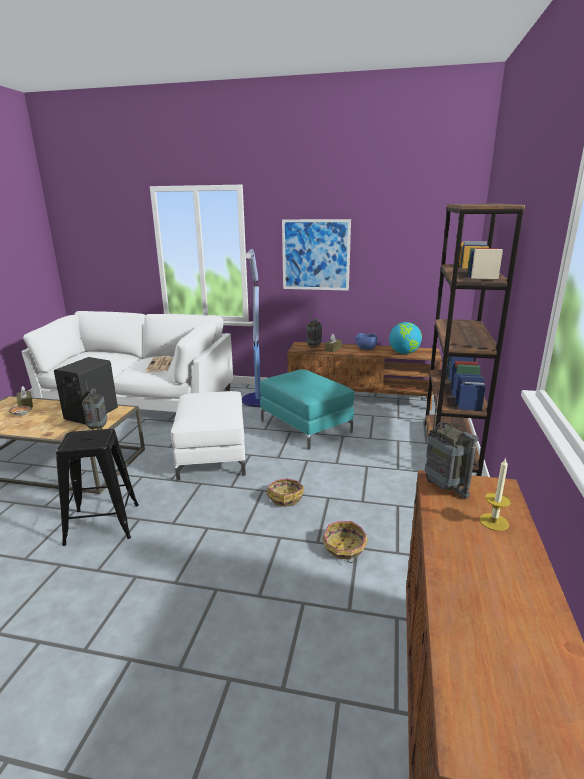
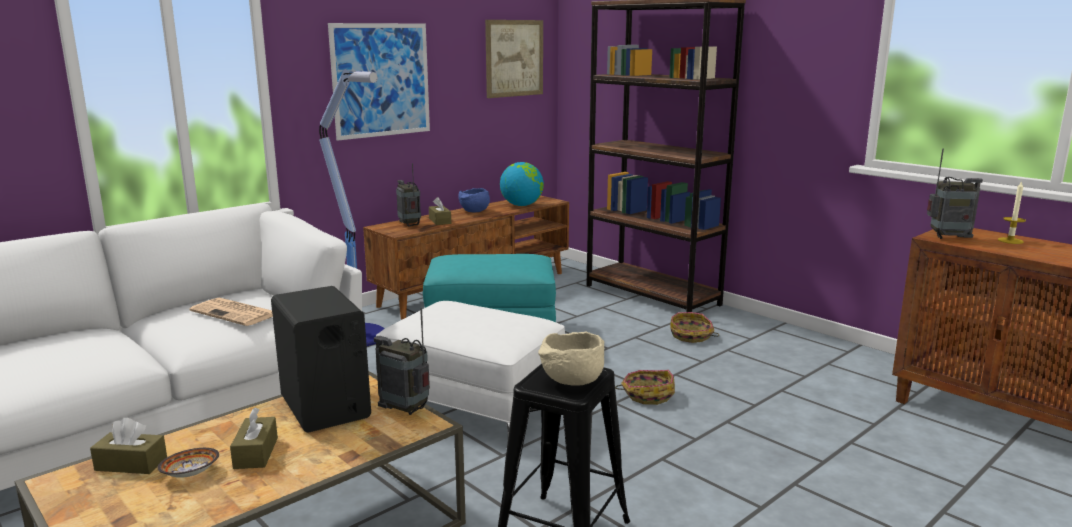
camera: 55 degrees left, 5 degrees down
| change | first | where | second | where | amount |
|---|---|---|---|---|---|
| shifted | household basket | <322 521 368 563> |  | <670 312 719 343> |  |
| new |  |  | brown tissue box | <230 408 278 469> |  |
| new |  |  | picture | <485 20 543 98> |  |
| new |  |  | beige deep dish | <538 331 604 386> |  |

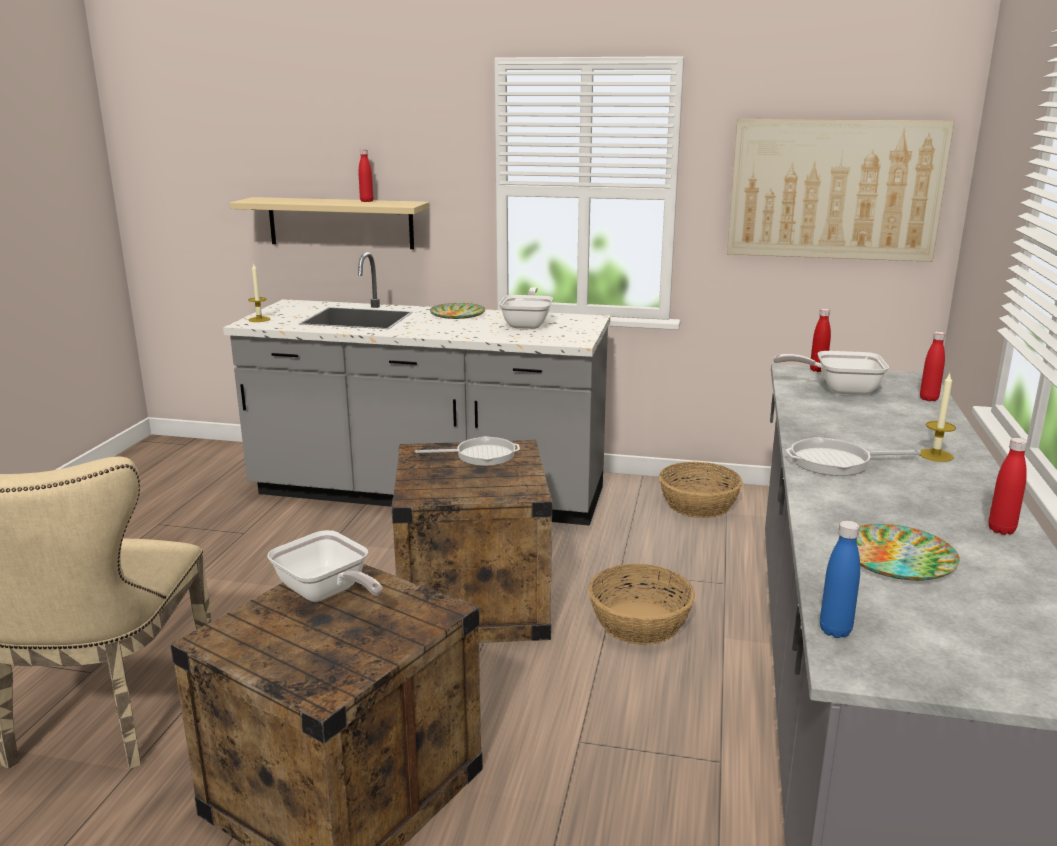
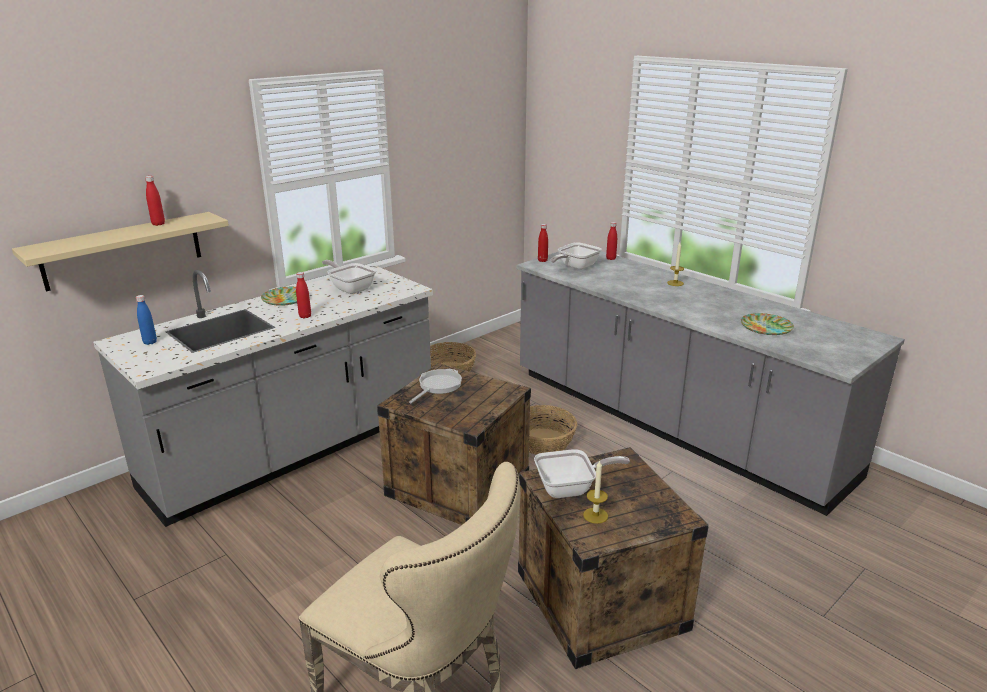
camera: 55 degrees left, 5 degrees up
| change | first | where | second | where | amount |
|---|---|---|---|---|---|
| shifted | wax candle | <248 264 270 322> |  | <583 460 608 524> |  |
| gone | picture | <727 119 954 262> |  |  |  |
| gone | skillet | <785 437 921 476> |  |  |  |
| shifted | blue-coloured beverage bottle | <820 521 860 638> |  | <136 295 157 345> |  |
| shifted | red-coloured beverage bottle | <988 438 1028 535> |  | <296 272 311 318> |  |

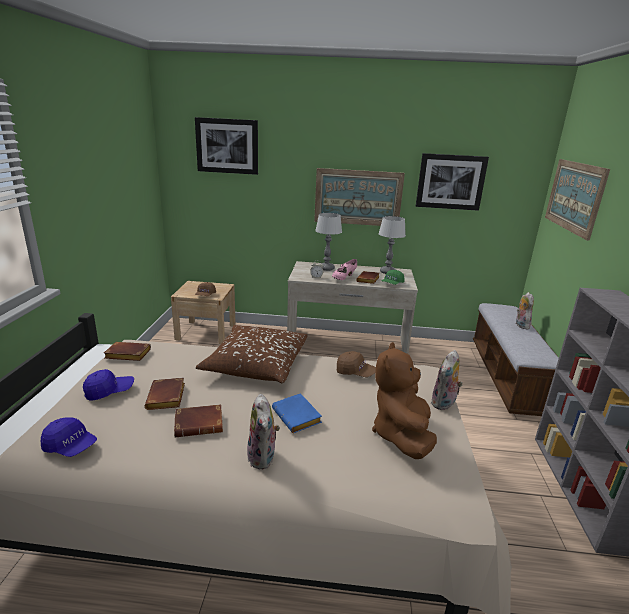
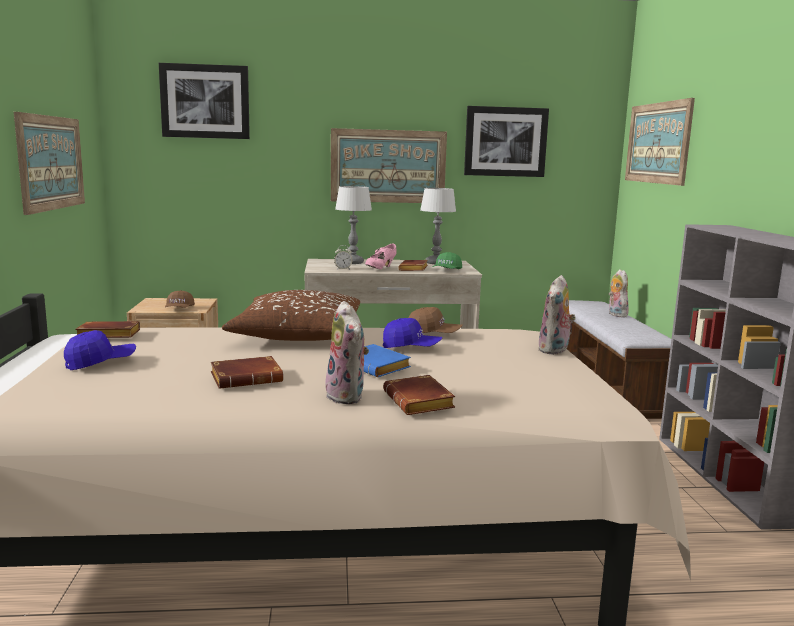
camera: 10 degrees left, 10 degrees down
| change | first | where | second | where | amount |
|---|---|---|---|---|---|
| shifted | blue-coloured baseball cap | <41 417 97 457> |  | <383 318 443 348> |  |
| shifted | brown volume | <145 377 185 410> |  | <383 375 455 415> |  |
| gone | brown cuddly toy | <372 342 437 459> |  |  |  |
| new |  |  | picture | <14 112 85 215> |  |

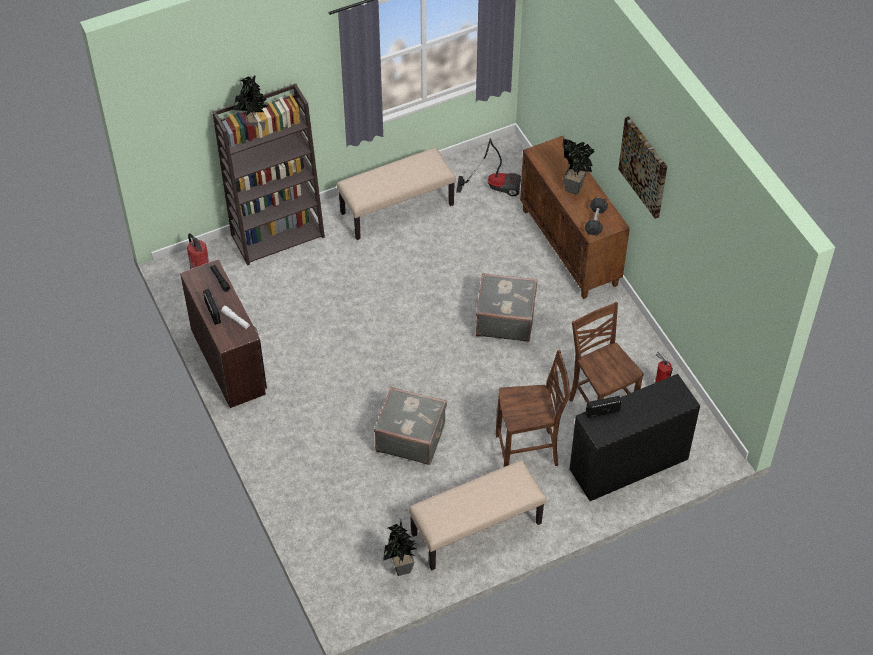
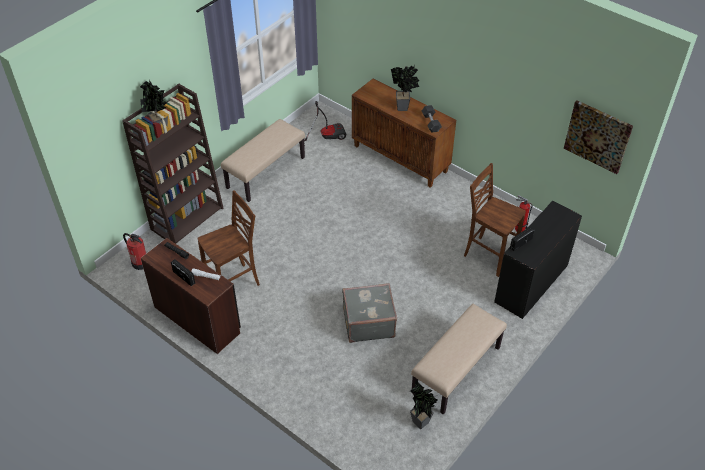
camera: 25 degrees left, 5 degrees down
| change | first | where | second | where | amount |
|---|---|---|---|---|---|
| gone | greyish suitcase | <476 273 537 342> |  |  |  |
| shifted | brown plain chair | <496 350 571 467> |  | <197 190 260 286> |  |
| shifted | picture | <618 116 667 219> |  | <564 100 633 174> |  |

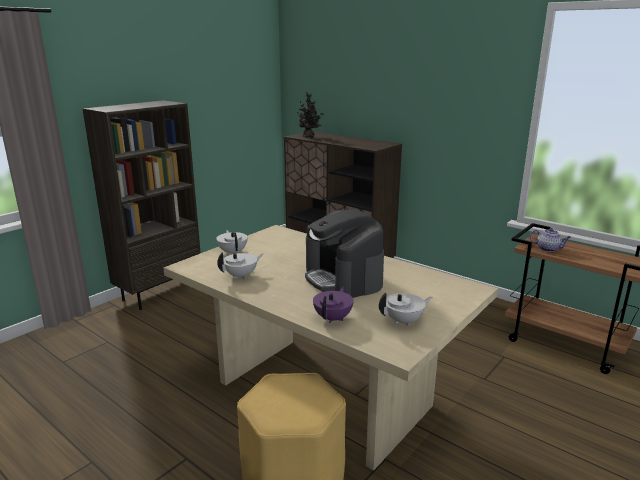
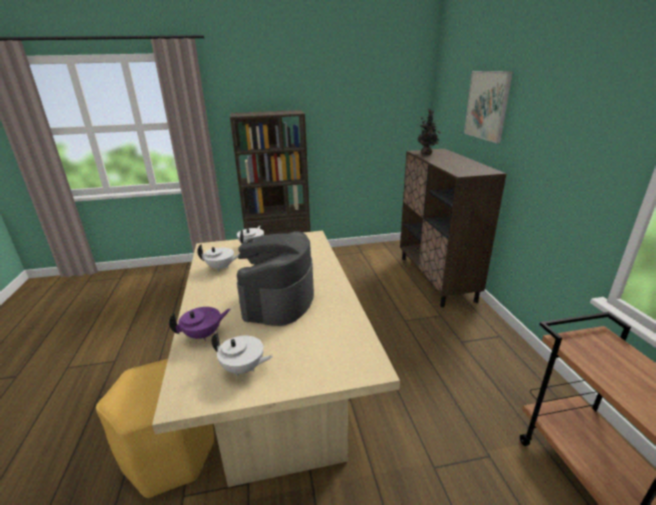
camera: 40 degrees right, 5 degrees up
| change | first | where | second | where | amount |
|---|---|---|---|---|---|
| gone | pot for tea | <530 228 571 252> |  |  |  |
| new |  |  | picture | <464 71 513 143> |  |

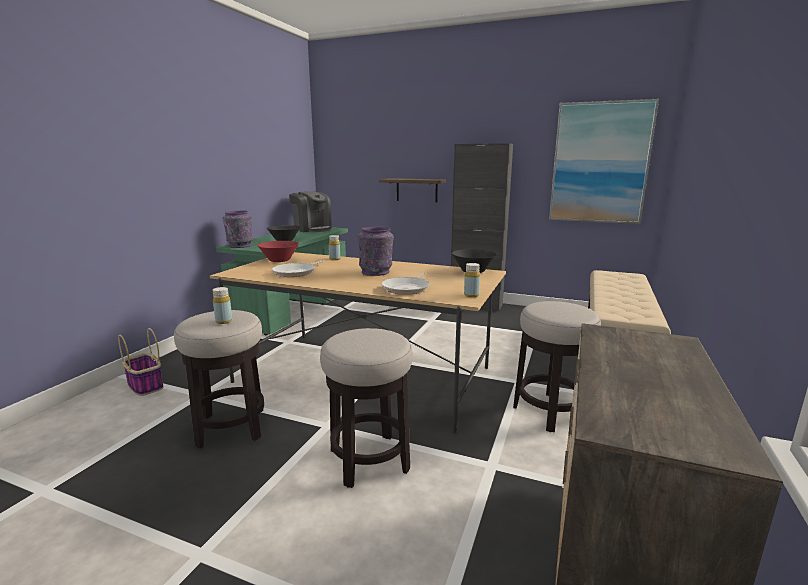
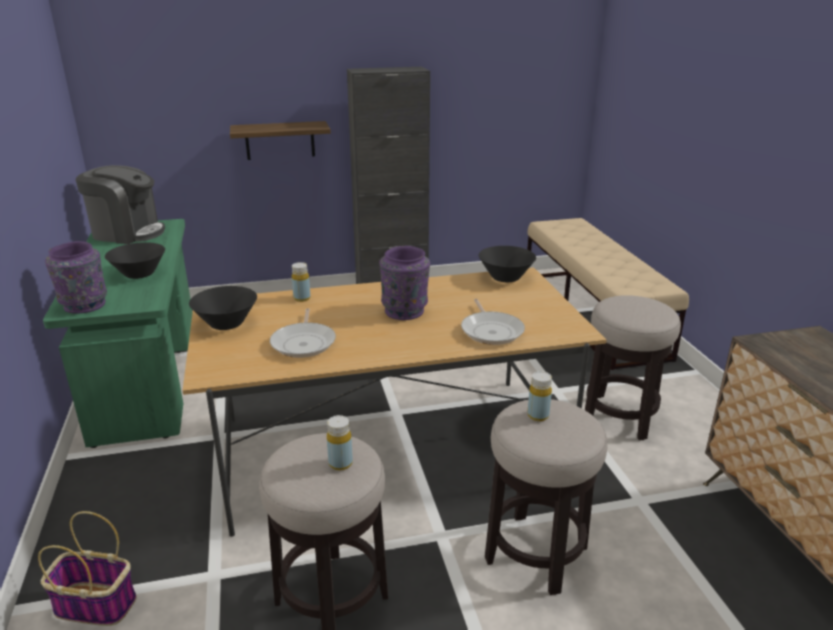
camera: 35 degrees left, 10 degrees up
| change | first | where | second | where | amount |
|---|---|---|---|---|---|
| repainted | red-coloured deep dish | <257 241 299 262> | blackish deep dish | <189 286 257 330> |  |
| shifted | yellow-coloured beverage bottle | <464 263 480 297> |  | <527 371 552 421> |  |
| gone | picture | <549 99 659 224> |  |  |  |

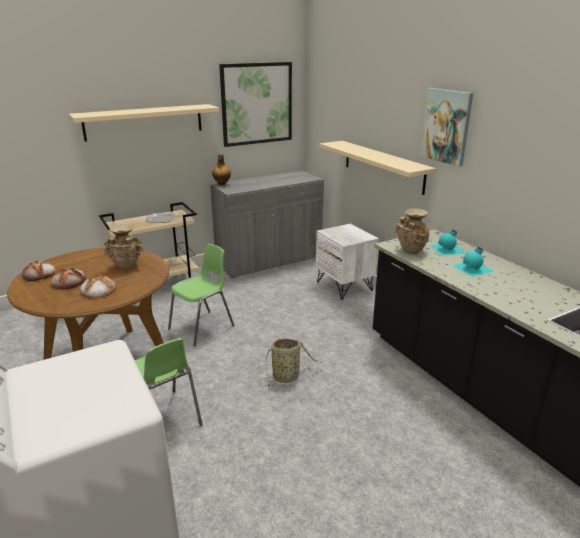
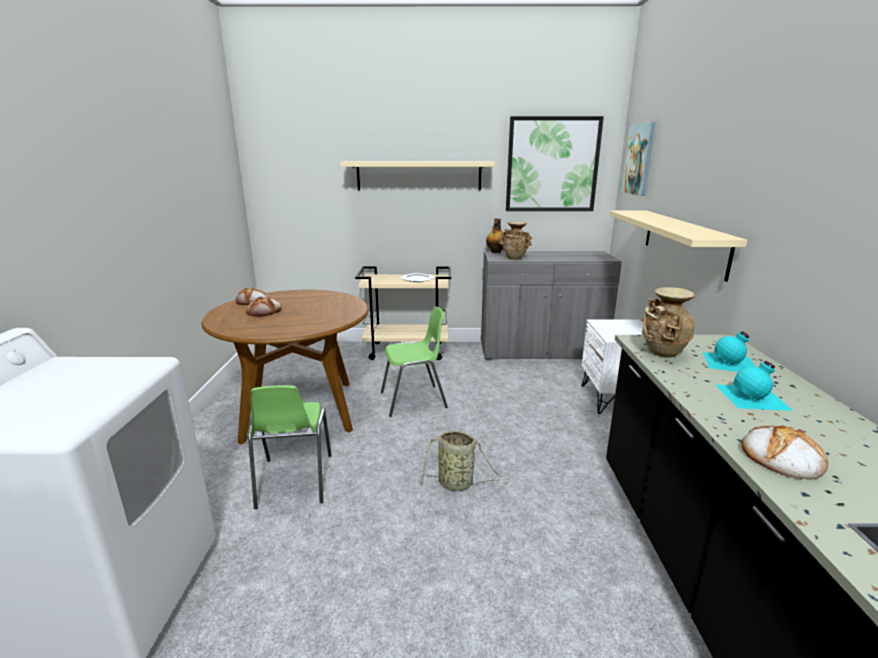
camera: 30 degrees right, 5 degrees down
| change | first | where | second | where | amount |
|---|---|---|---|---|---|
| shifted | bread | <80 276 116 298> |  | <741 425 828 480> |  |
| shifted | beige decorative vase | <103 224 144 269> |  | <499 221 532 260> |  |
| shifted | picture | <420 88 473 167> |  | <621 122 656 196> |  |

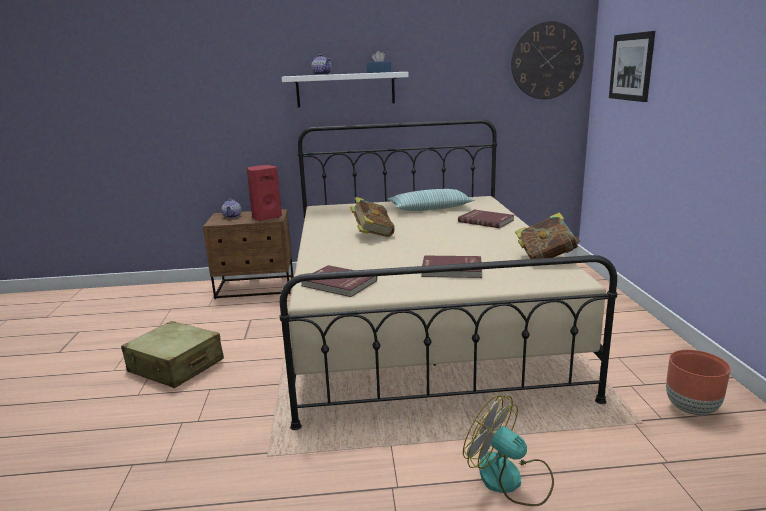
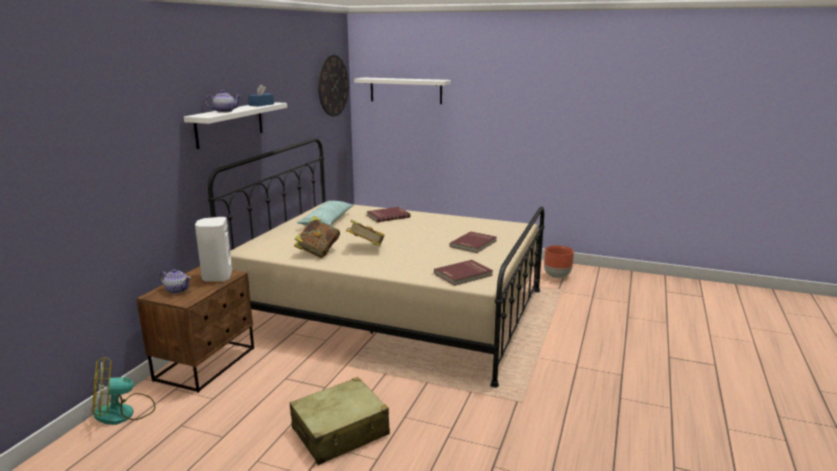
camera: 65 degrees left, 0 degrees up
| change | first | where | second | where | amount |
|---|---|---|---|---|---|
| repainted | red-coloured speaker | <246 165 282 221> | whitish speaker | <195 217 232 281> |  |
| shifted | cooling fan | <463 395 554 506> |  | <93 357 156 425> |  |
| shifted | volume | <515 212 580 259> |  | <294 216 340 258> |  |
| swapped | picture | <609 31 655 102> | whitish bracket shelf | <354 77 451 104> |  |

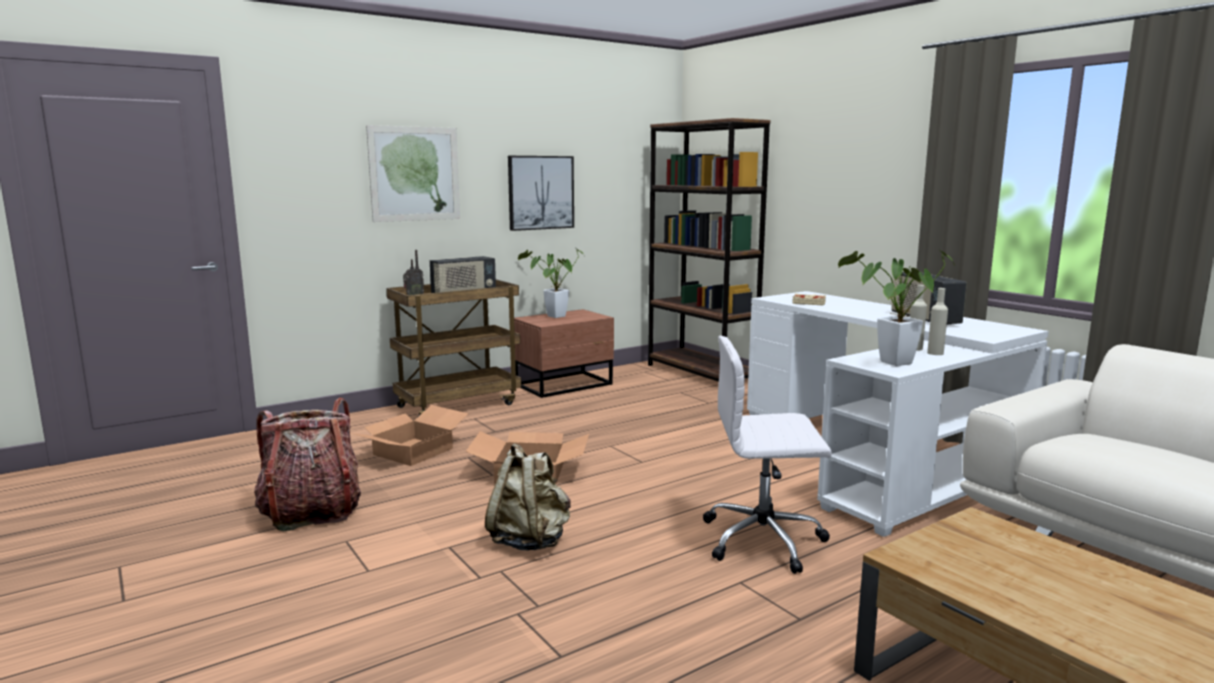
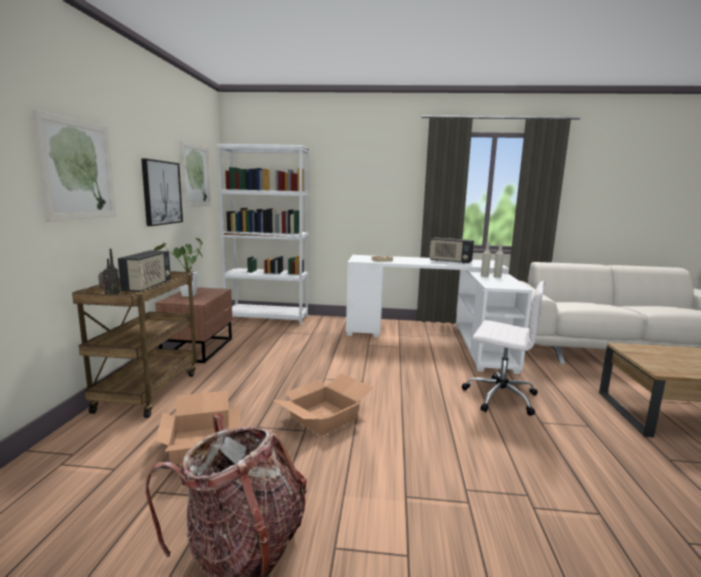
camera: 50 degrees left, 0 degrees up
| change | first | where | second | where | amount |
|---|---|---|---|---|---|
| gone | beige rucksack | <485 443 571 551> |  |  |  |
| repainted | brown bookshelf | <648 118 771 382> | whitish bookshelf | <217 144 309 325> |  |
| rotated | whitish computer chair | <703 335 832 574> |  | <462 281 546 416> | 105 degrees counterclockwise |
| gone | potted plant | <838 250 955 366> |  |  |  |
| new |  |  | picture | <179 141 211 208> |  |

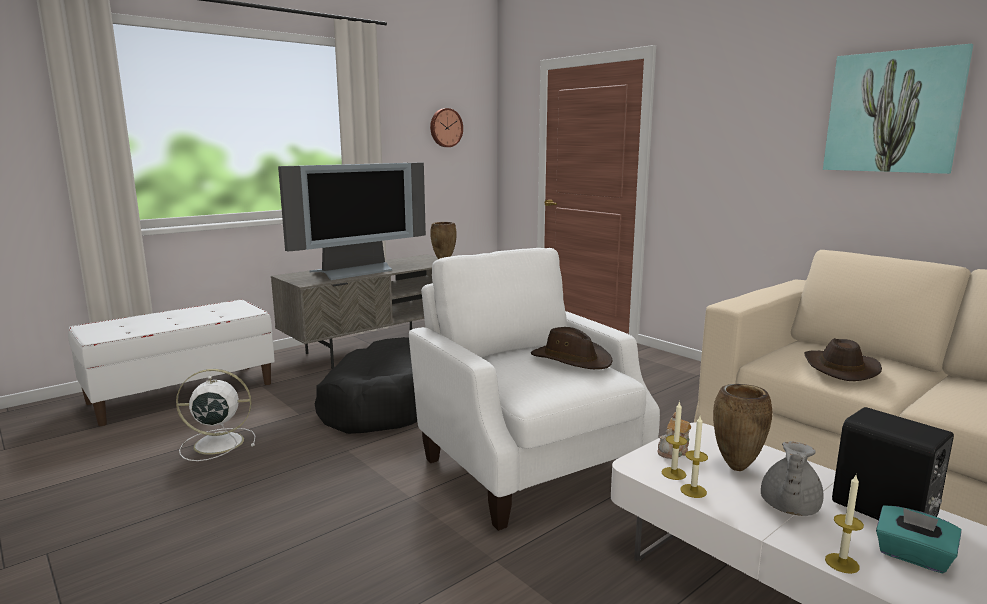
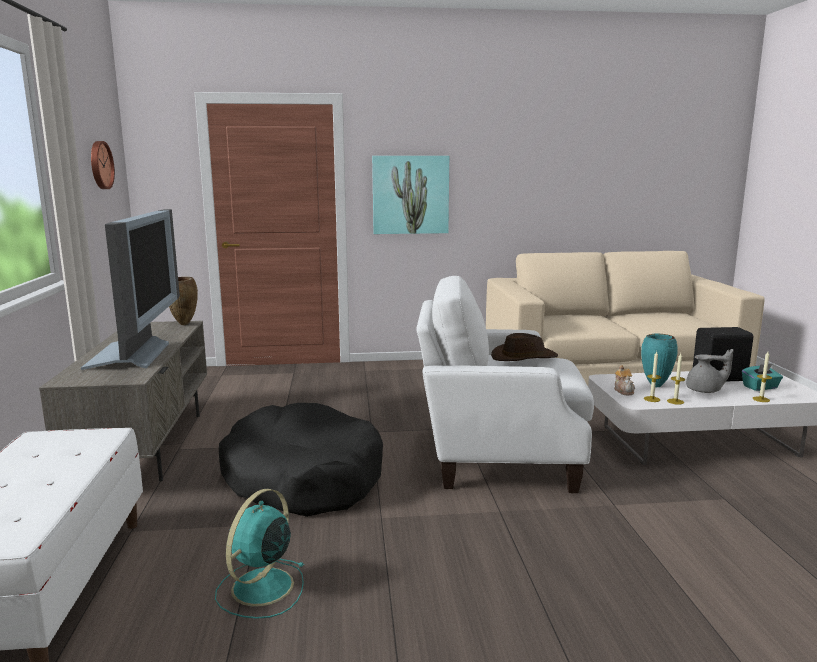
camera: 55 degrees left, 0 degrees up
| change | first | where | second | where | amount |
|---|---|---|---|---|---|
| repainted | whitish cooling fan | <176 369 255 461> | turquoise-coloured cooling fan | <215 489 305 619> |  |
| repainted | brown decorative vase | <713 384 773 471> | turquoise-coloured decorative vase | <641 333 678 387> |  |
| rotated | greyish pot for tea | <761 441 824 516> |  | <686 349 733 393> | 60 degrees counterclockwise |
| gone | brown hat | <805 338 882 381> |  |  |  |
| shifted | picture | <823 44 973 174> |  | <372 156 449 234> |  |

